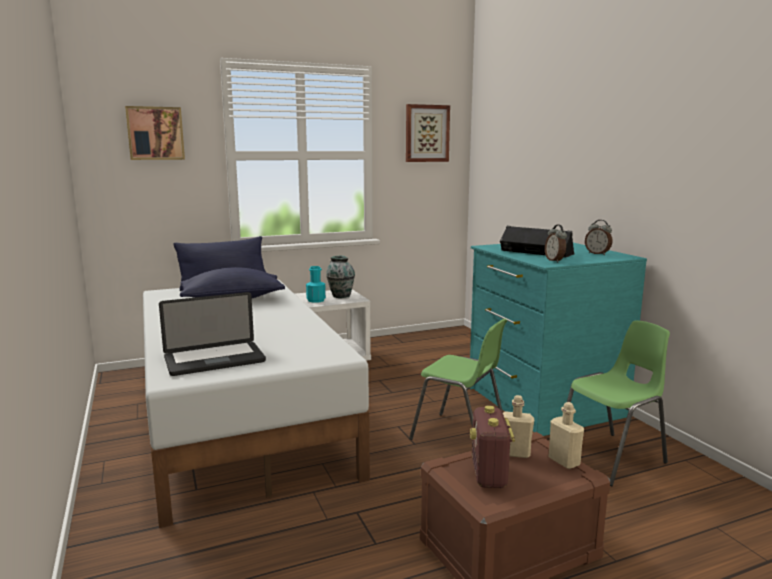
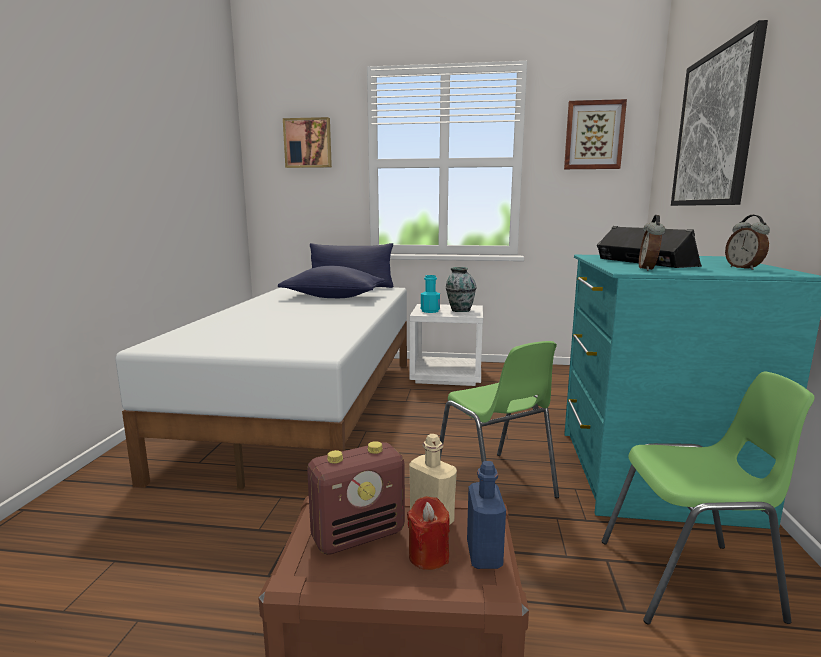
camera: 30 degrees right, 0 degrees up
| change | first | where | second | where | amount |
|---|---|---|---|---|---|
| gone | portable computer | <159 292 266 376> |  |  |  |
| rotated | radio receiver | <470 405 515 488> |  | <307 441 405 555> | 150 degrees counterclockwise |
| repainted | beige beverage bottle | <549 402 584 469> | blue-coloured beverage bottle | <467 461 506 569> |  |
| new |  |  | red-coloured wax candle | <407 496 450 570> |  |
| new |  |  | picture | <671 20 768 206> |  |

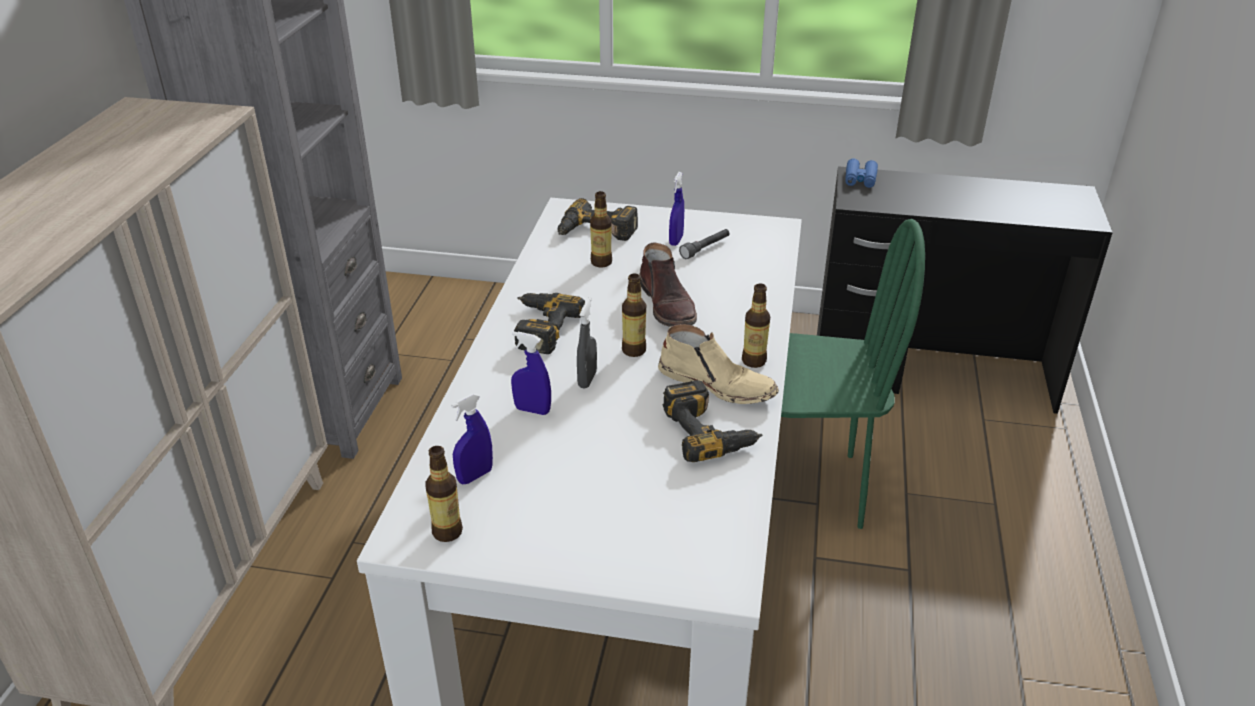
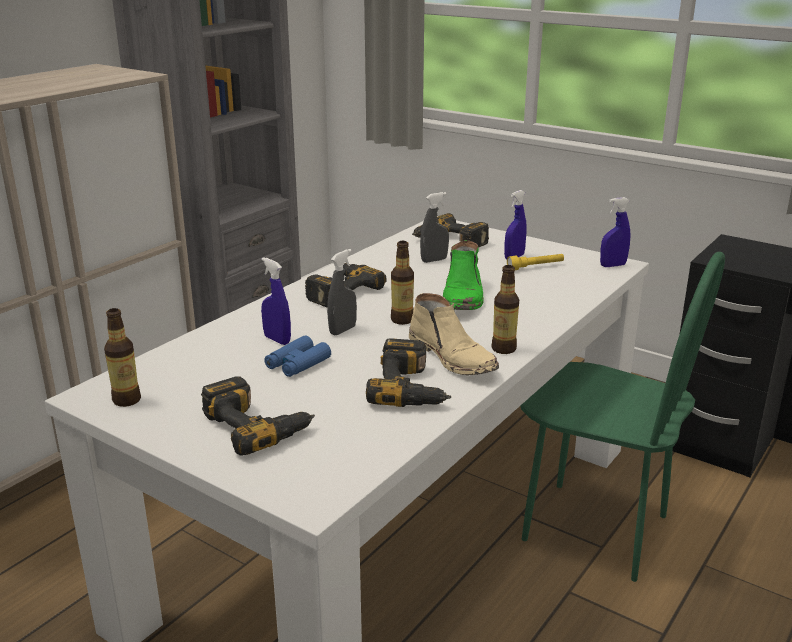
camera: 25 degrees right, 10 degrees down
| change | first | where | second | where | amount |
|---|---|---|---|---|---|
| shifted | blue-coloured hand sprayer | <451 394 493 484> |  | <600 197 630 267> |  |
| swapped | beverage bottle | <590 191 612 268> | greyish hand sprayer | <420 192 449 263> |  |
| repainted | brown tall boot | <639 243 697 327> | greenish tall boot | <443 240 484 310> |  |
| repainted | greyish flashlight | <679 229 730 259> | yellow-coloured flashlight | <507 254 564 270> |  |
| shifted | blue-coloured binoculars | <845 159 878 188> |  | <264 335 331 377> |  |
| new |  |  | electric drill | <201 376 315 456> |  |

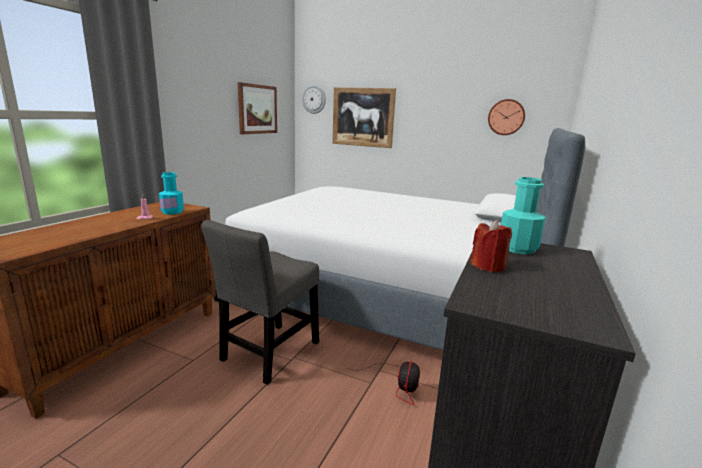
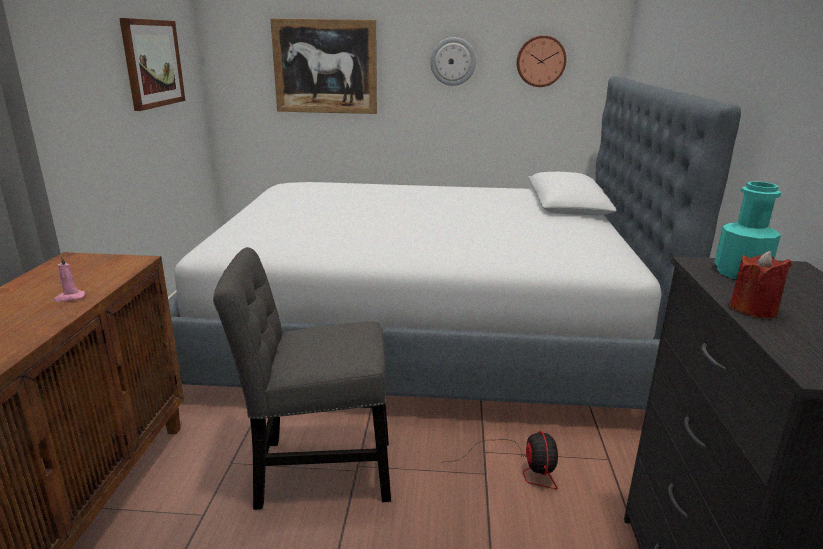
camera: 20 degrees left, 5 degrees up
| change | first | where | second | where | amount |
|---|---|---|---|---|---|
| gone | turquoise-coloured beverage bottle | <159 172 184 214> |  |  |  |
| rotated | greyish plain chair | <201 220 319 385> |  | <213 247 391 510> | 75 degrees clockwise |
| shifted | clock on the wall | <302 85 326 114> |  | <430 37 476 86> |  |

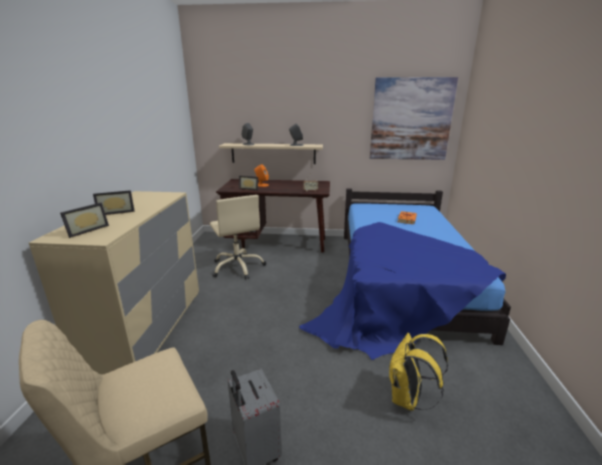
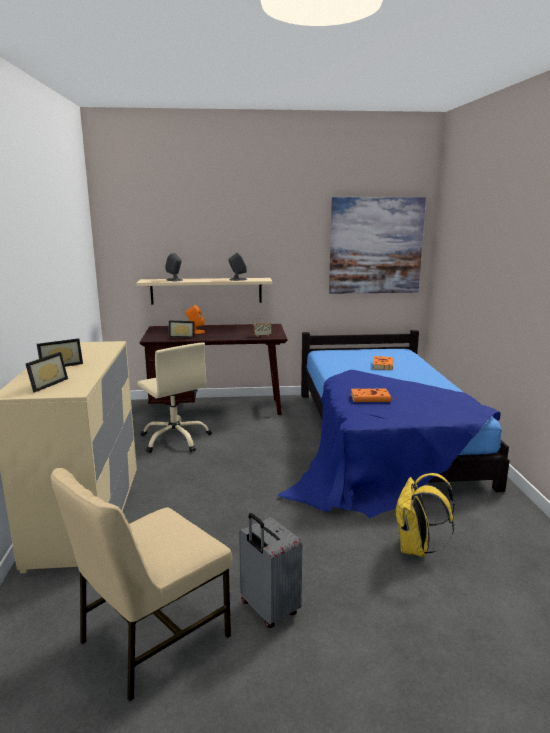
camera: 10 degrees left, 5 degrees down
| change | first | where | second | where | amount |
|---|---|---|---|---|---|
| new |  |  | orange-coloured volume | <351 388 396 402> |  |

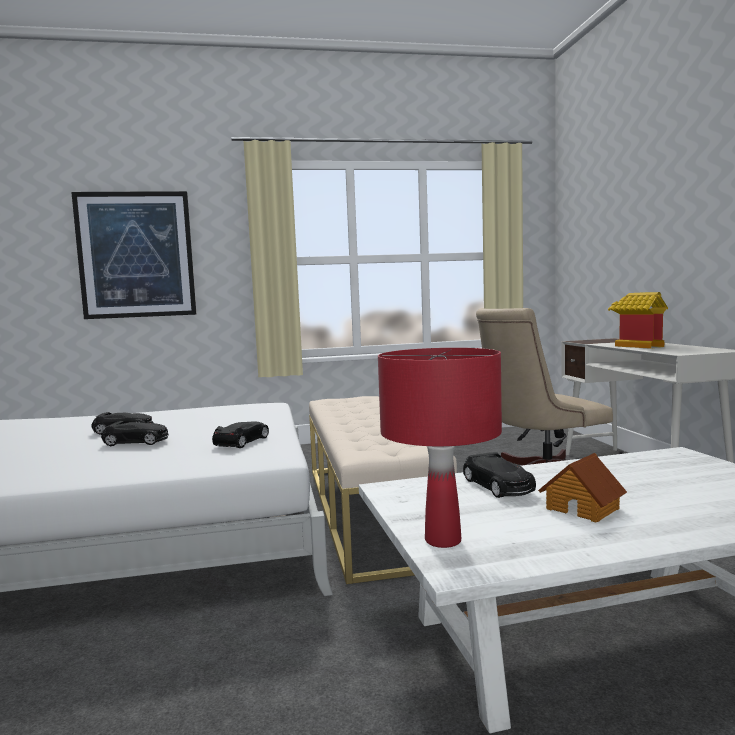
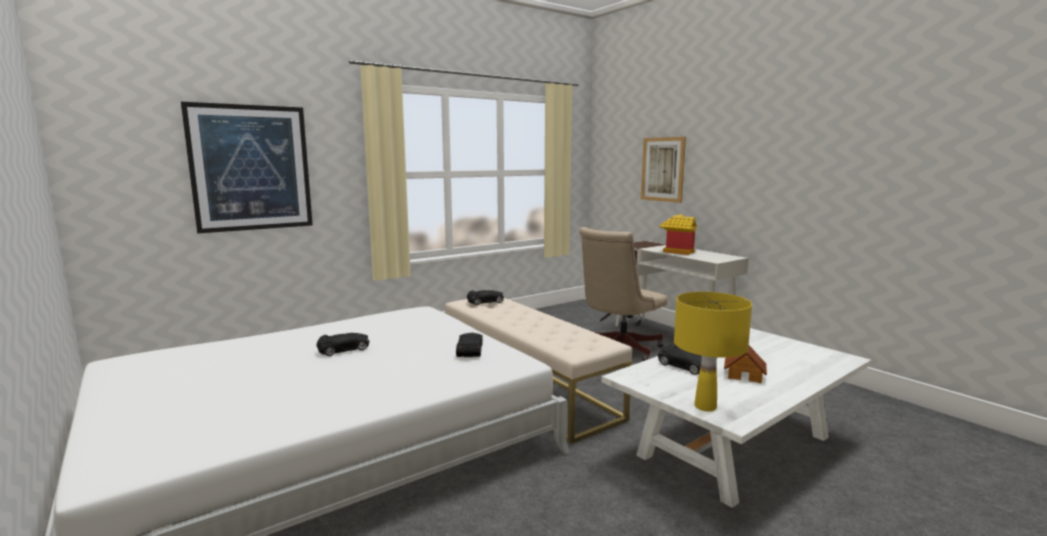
camera: 25 degrees left, 5 degrees up
| change | first | where | second | where | amount |
|---|---|---|---|---|---|
| shifted | blackish miniature car | <101 421 169 446> |  | <467 290 504 305> |  |
| repainted | red-coloured tabletop lamp | <378 348 502 548> | yellow-coloured tabletop lamp | <674 292 752 412> |  |
| new |  |  | picture | <641 137 686 203> |  |

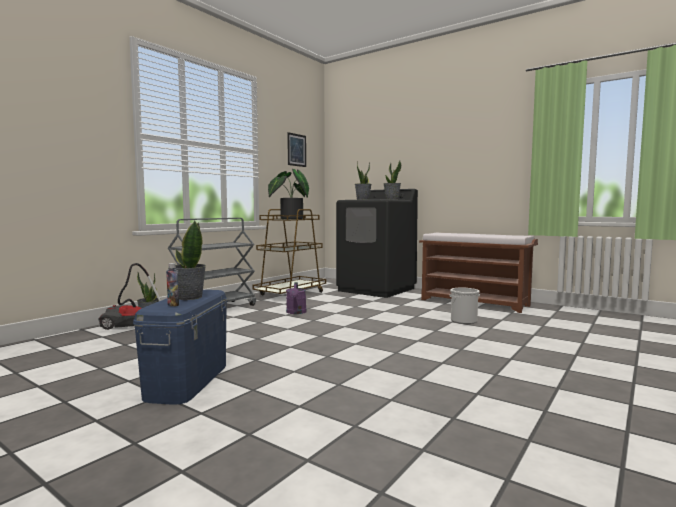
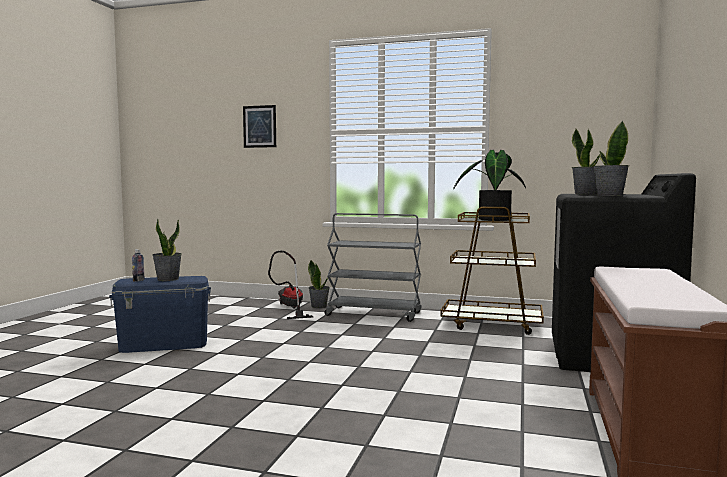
camera: 70 degrees right, 0 degrees up
| change | first | where | second | where | amount |
|---|---|---|---|---|---|
| gone | purplish watering pot | <286 282 307 314> |  |  |  |
| shifted | picture | <287 132 306 167> |  | <243 105 276 148> |  |
| gone | bucket | <449 288 480 324> |  |  |  |

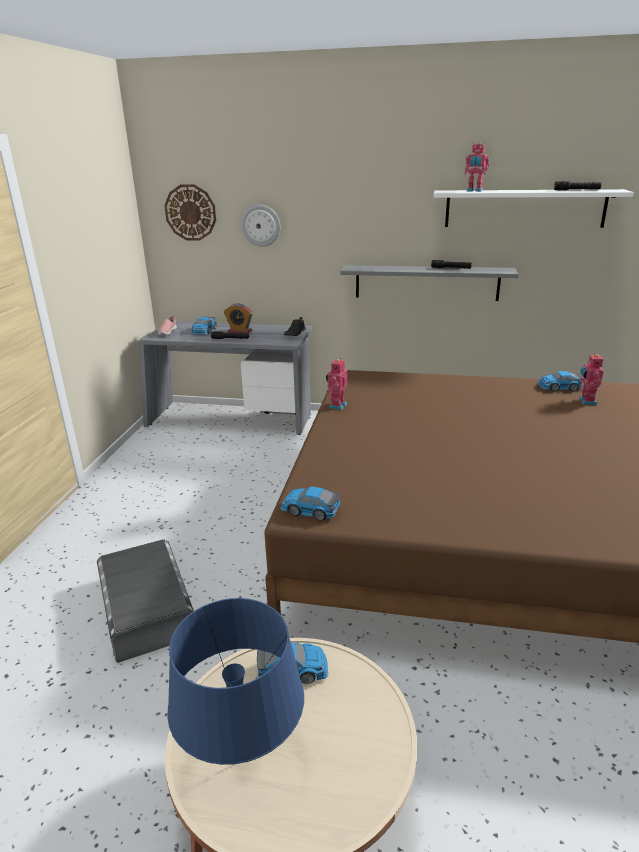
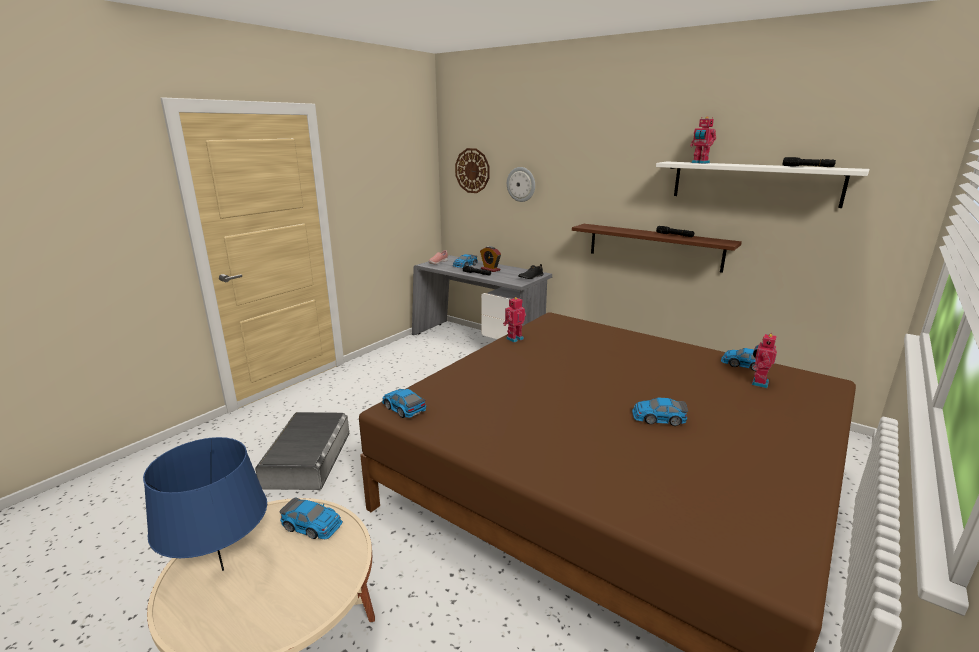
camera: 25 degrees right, 5 degrees down
| change | first | where | second | where | amount |
|---|---|---|---|---|---|
| repainted | greyish bracket shelf | <340 265 518 301> | brown bracket shelf | <572 224 742 273> |  |
| new |  |  | miniature car | <632 398 688 426> |  |

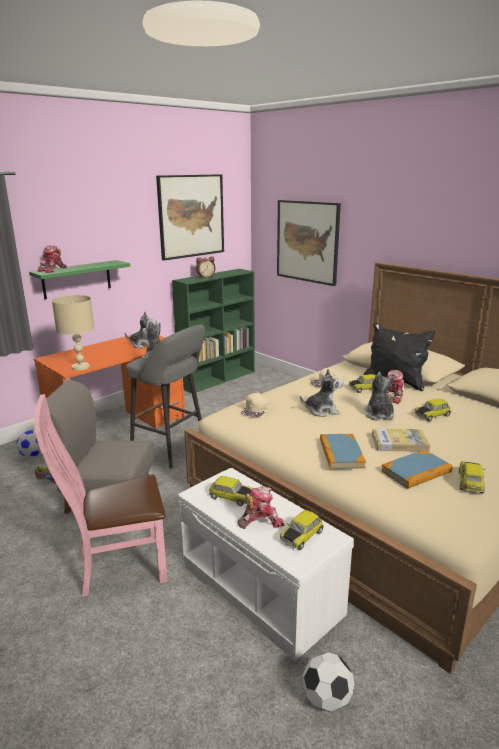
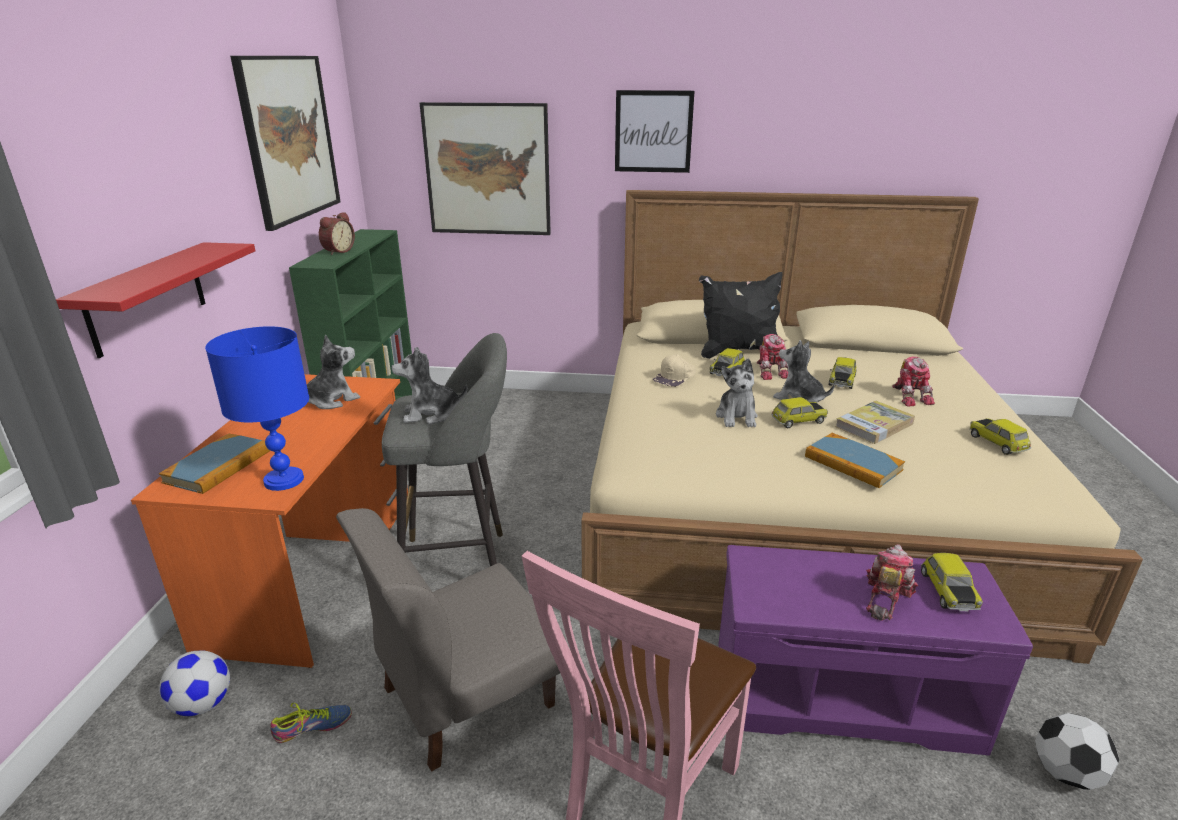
camera: 40 degrees left, 5 degrees up
| change | first | where | second | where | amount |
|---|---|---|---|---|---|
| repainted | greenish bracket shelf | <29 260 130 299> | red-coloured bracket shelf | <56 242 255 358> |  |
| shifted | robot figure | <38 245 67 273> |  | <892 356 935 406> |  |
| repainted | beige tabletop lamp | <52 295 94 371> | blue-coloured tabletop lamp | <205 326 309 491> |  |
| repainted | whitish bench | <178 468 354 661> | purplish bench | <718 545 1033 756> |  |
| shifted | miniature car | <209 476 253 506> |  | <771 397 828 428> |  |
| gone | beige baseball cap | <241 392 271 417> |  |  |  |
| rotated | cuddly toy | <300 369 344 417> |  | <716 358 758 427> | 135 degrees clockwise |
| shifted | volume | <381 450 453 489> |  | <159 434 270 494> |  |
| new |  |  | picture | <615 90 695 173> |  |

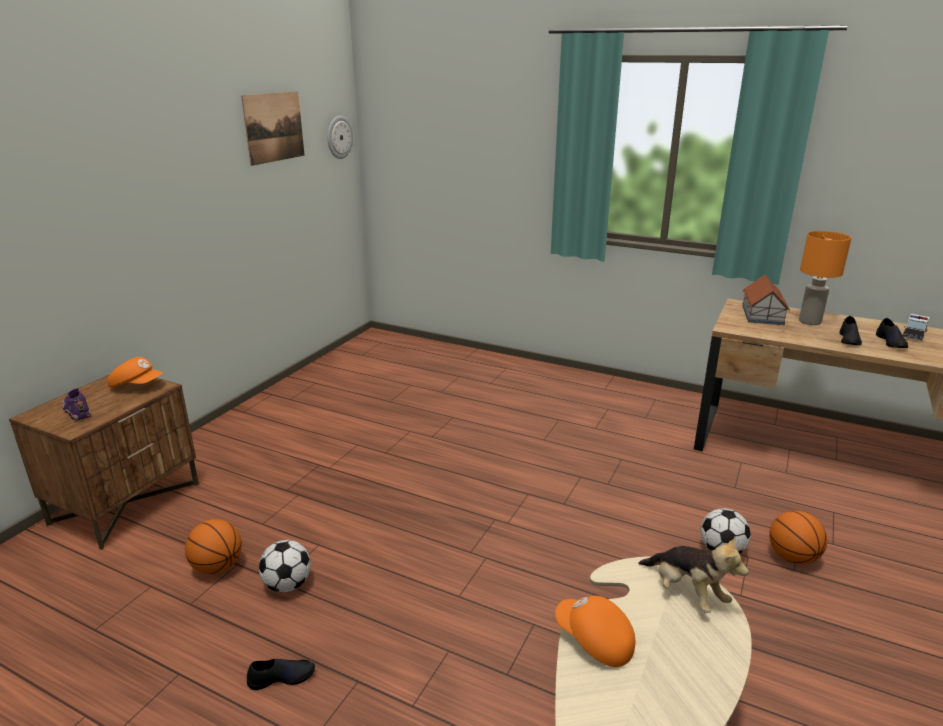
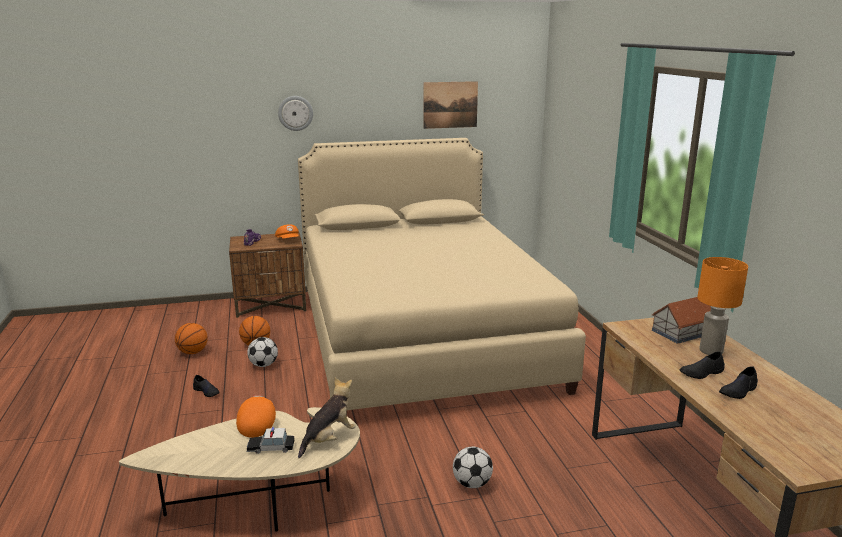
camera: 50 degrees right, 5 degrees down
| change | first | where | second | where | amount |
|---|---|---|---|---|---|
| shifted | clock on the wall | <327 116 353 159> |  | <278 96 313 131> |  |
| rotated | cuddly toy | <638 536 749 613> |  | <298 378 356 458> | 150 degrees counterclockwise |
| shifted | basketball ball | <769 511 827 565> |  | <175 323 208 354> |  |
| shifted | miniature car | <903 314 929 341> |  | <247 427 294 454> |  |
| new |  |  | beige bedroom bed | <298 138 586 416> |  |

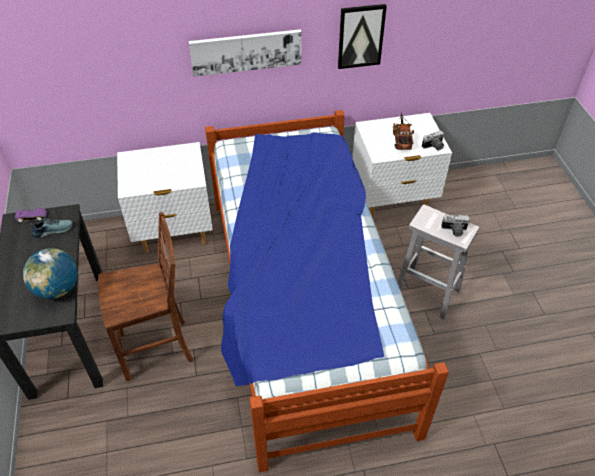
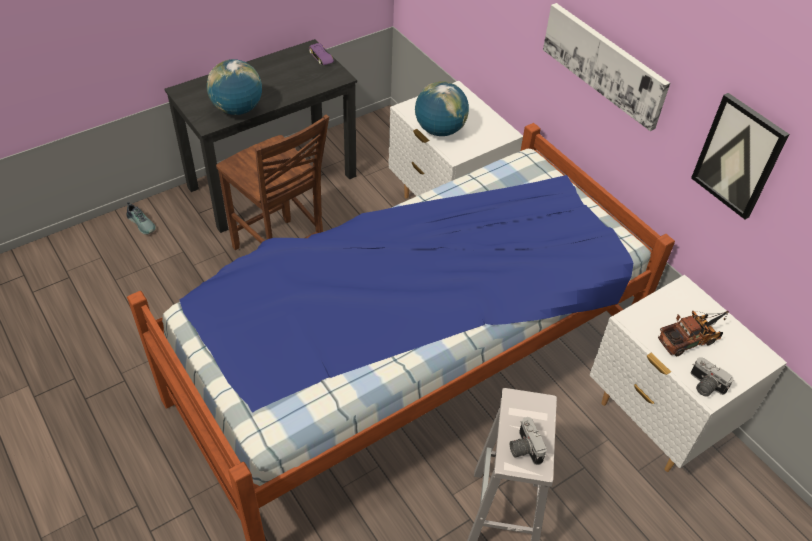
camera: 65 degrees right, 0 degrees up
| change | first | where | second | where | amount |
|---|---|---|---|---|---|
| shifted | shoe | <30 218 72 238> |  | <126 202 156 235> |  |
| new |  |  | globe | <415 81 469 136> |  |

